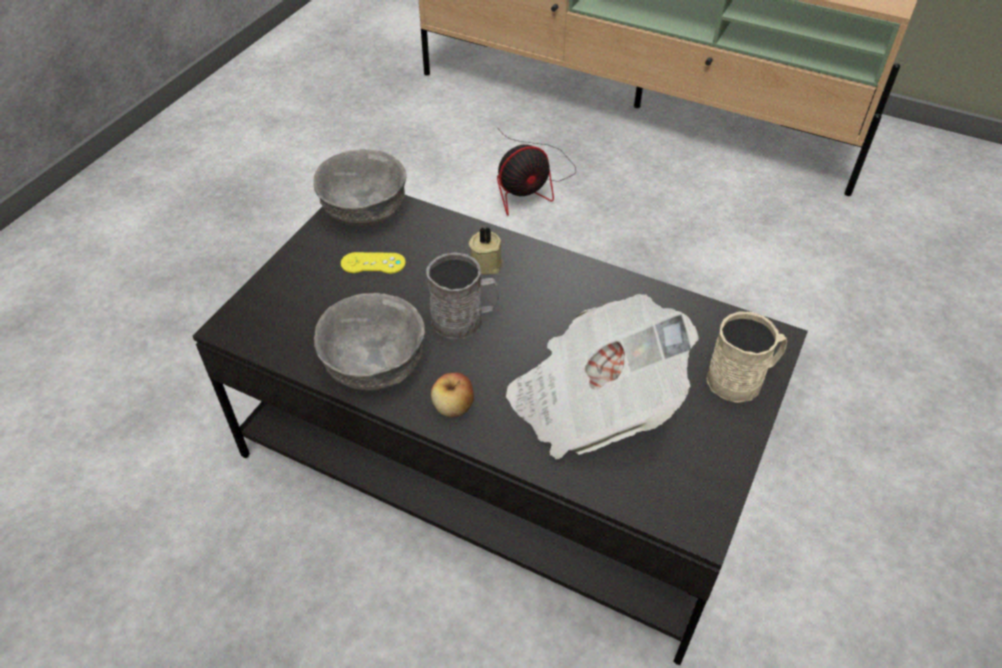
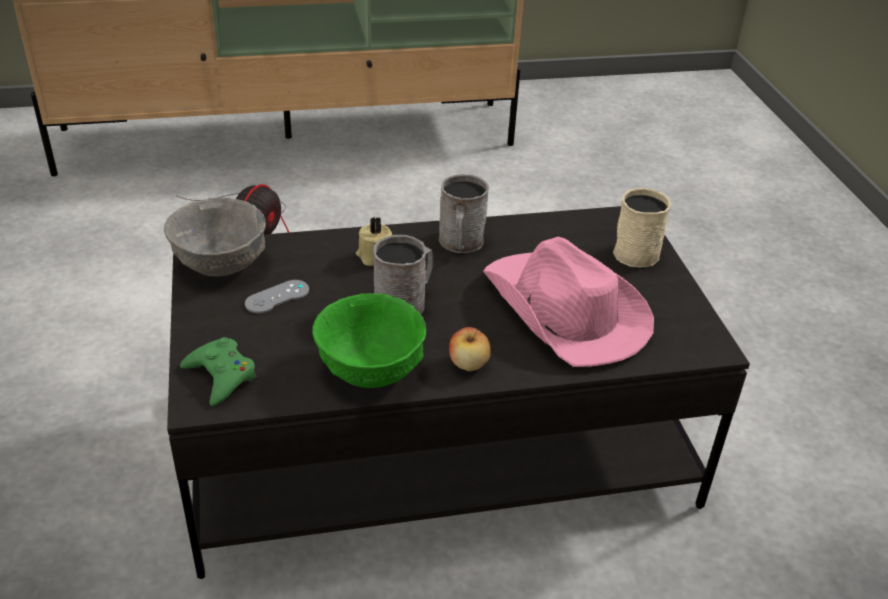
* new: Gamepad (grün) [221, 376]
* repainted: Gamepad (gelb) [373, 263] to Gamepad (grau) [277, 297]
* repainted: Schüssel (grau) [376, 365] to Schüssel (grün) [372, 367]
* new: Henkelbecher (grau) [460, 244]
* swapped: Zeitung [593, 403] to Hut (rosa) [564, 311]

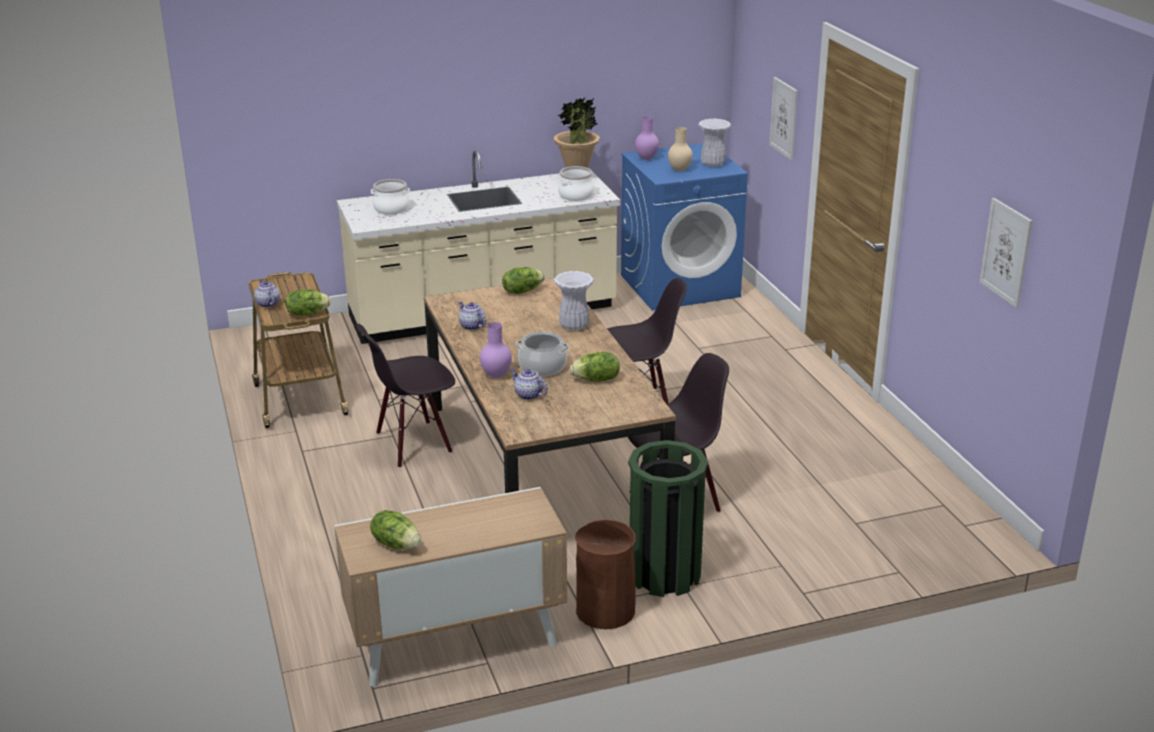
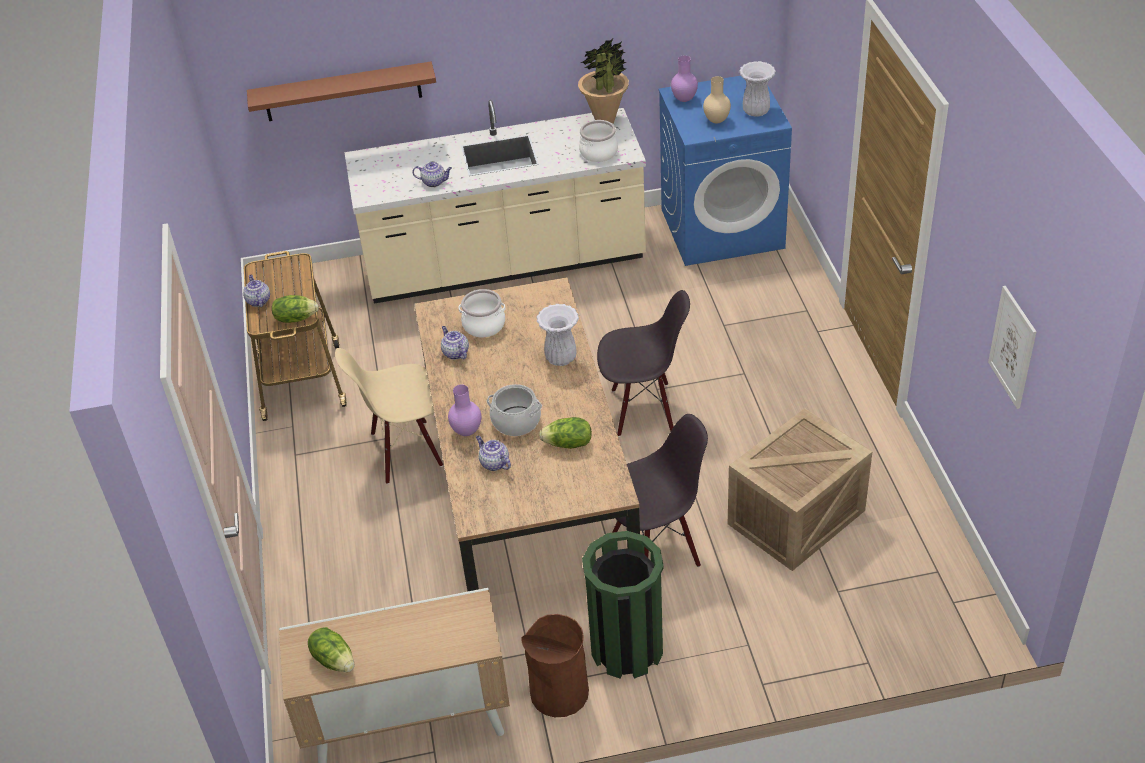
* new: Wandregal (braun) [342, 92]
* repainted: Stuhl (schwarz) [413, 444] to Stuhl (beige) [405, 451]
* new: Teekanne [434, 182]
* shifted: Kochtopf [391, 209] to [484, 325]
* new: Kiste [796, 519]
* gone: Salatkopf [522, 291]
* gone: Bild [784, 118]

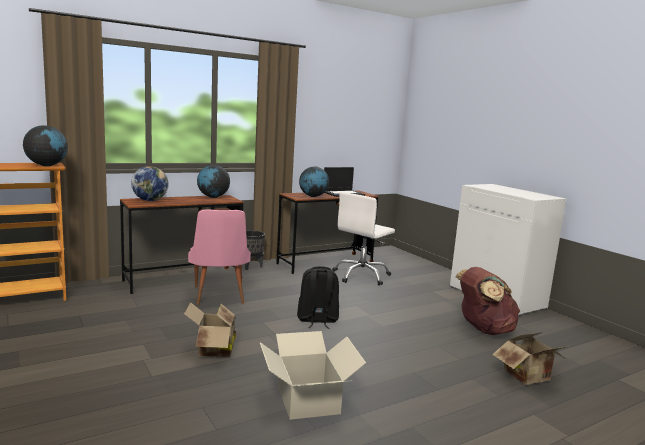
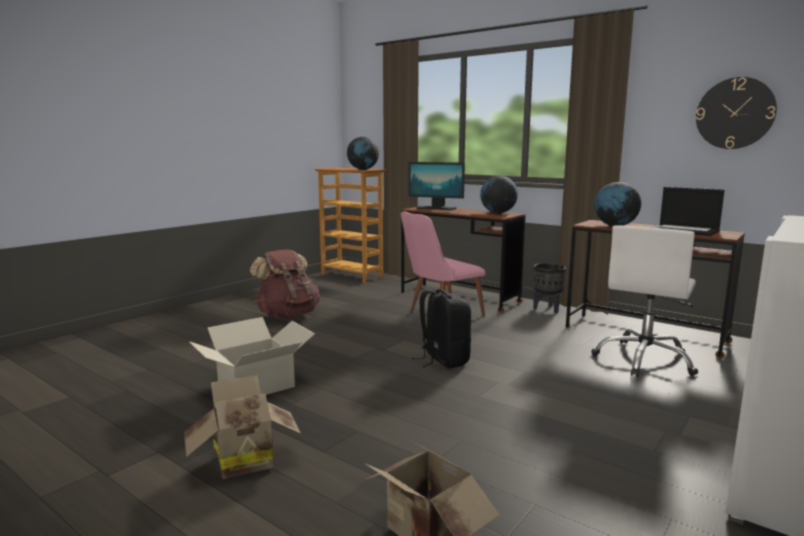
* shifted: Karton [213, 351] to [242, 460]
* shifted: Rucksack (braun) [483, 329] to [288, 315]
* swapped: Globus [150, 200] to Monitor [436, 208]
* rotated: Bürostuhl (weiß) [361, 276] = [644, 360] 75 degrees counterclockwise
* new: Wanduhr [735, 113]

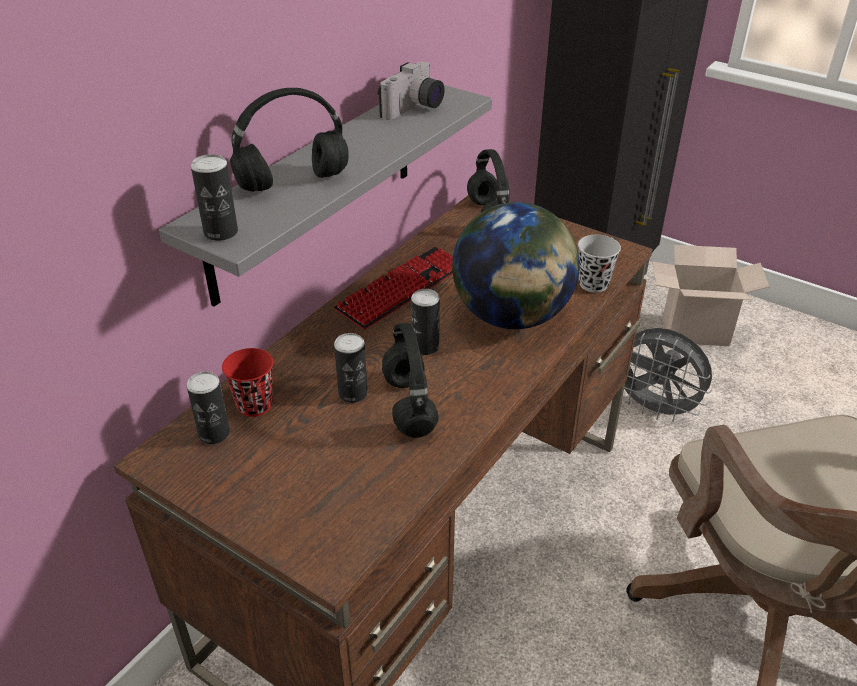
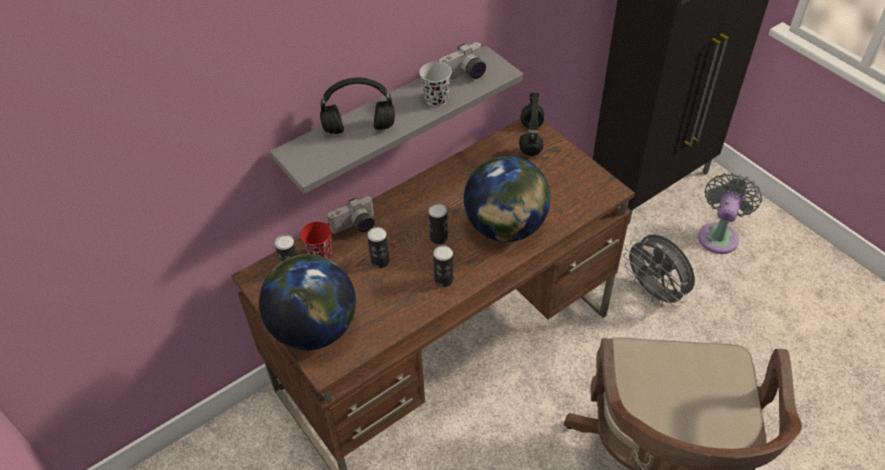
* new: Globus [314, 328]
* new: Kamera [355, 227]
* shifted: Tasse (schwarz) [593, 284] to [436, 99]
* shifted: Dose [221, 232] to [444, 279]
* swapped: Karton [693, 332] to Ventilator (grau) [719, 235]
* gone: Tastatur [401, 288]
* gone: Kopfhörer (schwarz) [408, 404]

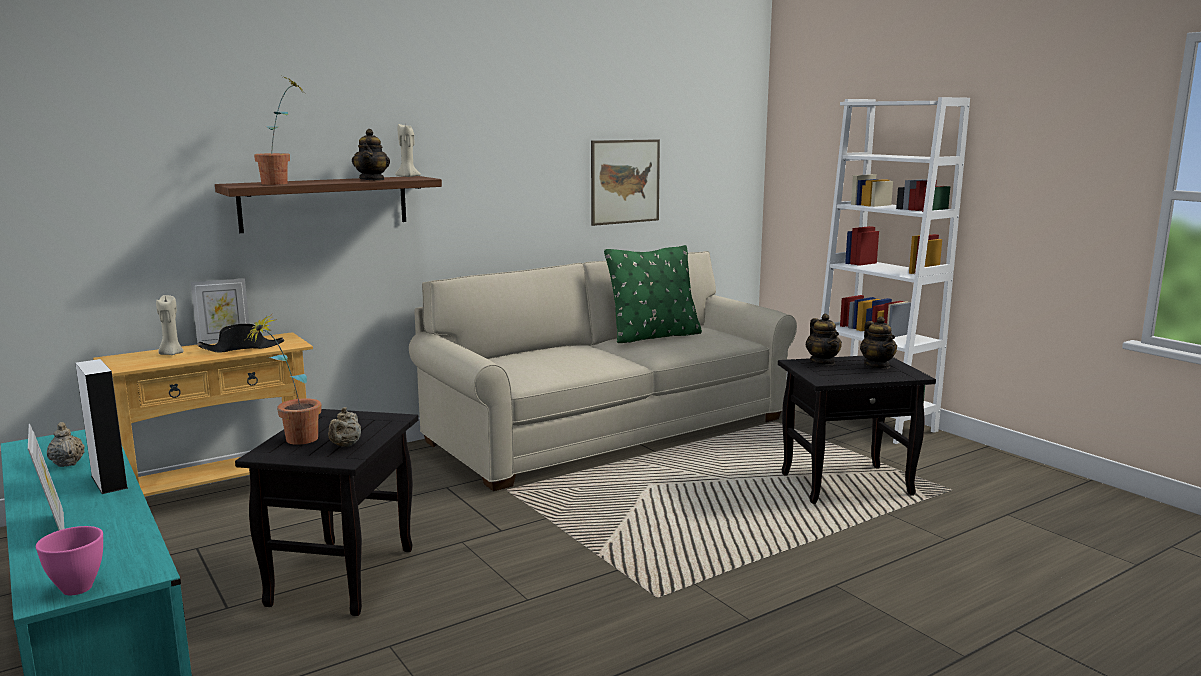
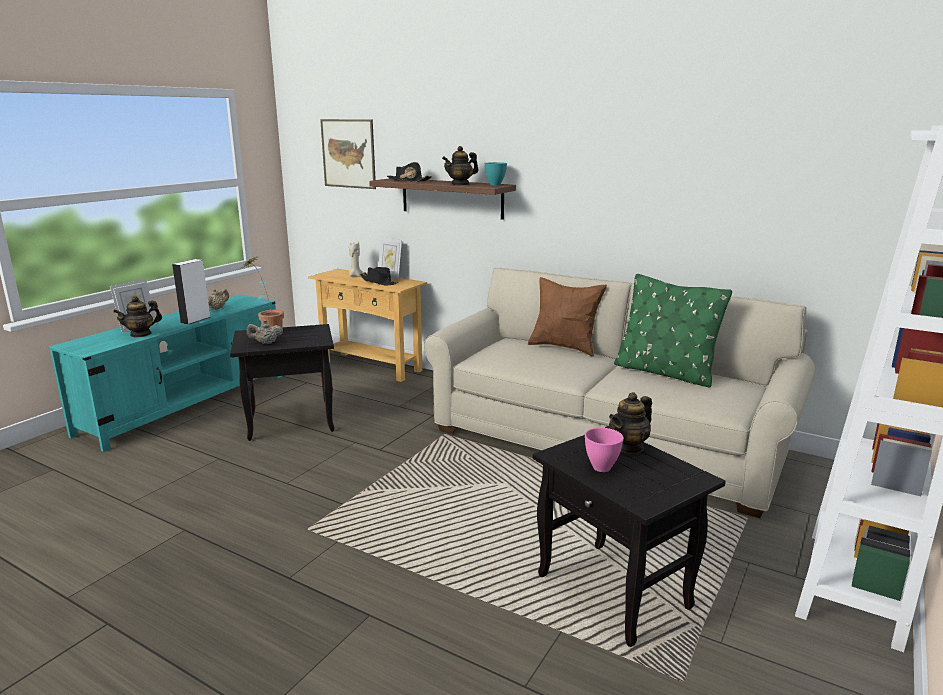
* shifted: Teekanne [877, 365] to [141, 334]
* shifted: Bild [625, 181] to [348, 153]
* swapped: Topfpflanze [283, 183] to Hut (schwarz) [408, 181]
* swapped: Kerze (beige) [408, 177] to Schüssel (türkis) [495, 184]
* new: Kissen (braun) [564, 347]
* shifted: Schüssel (rosa) [75, 589] to [600, 468]

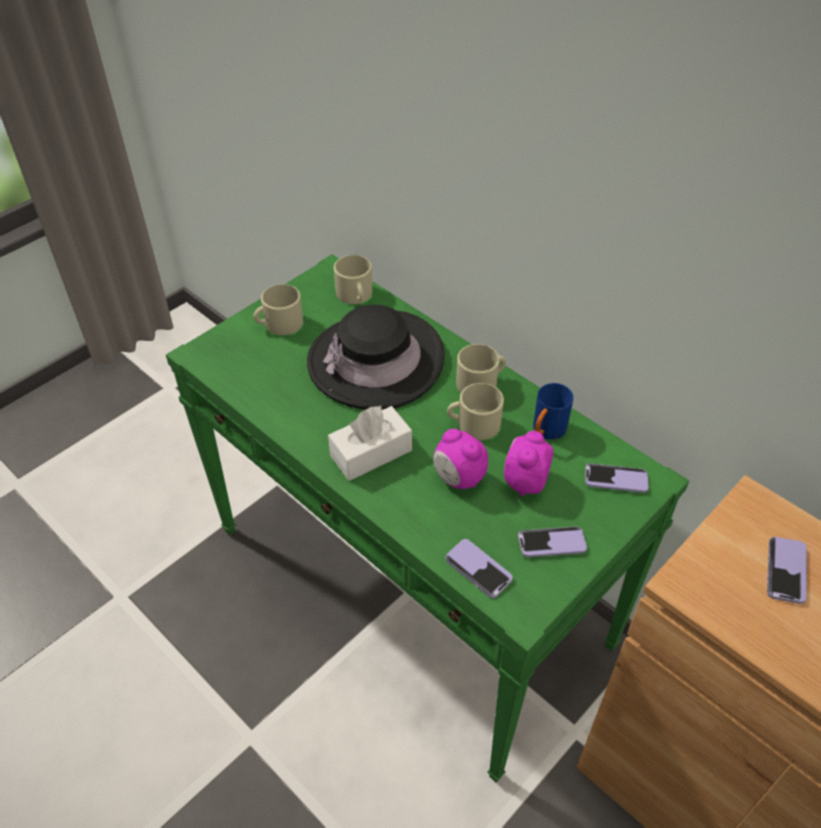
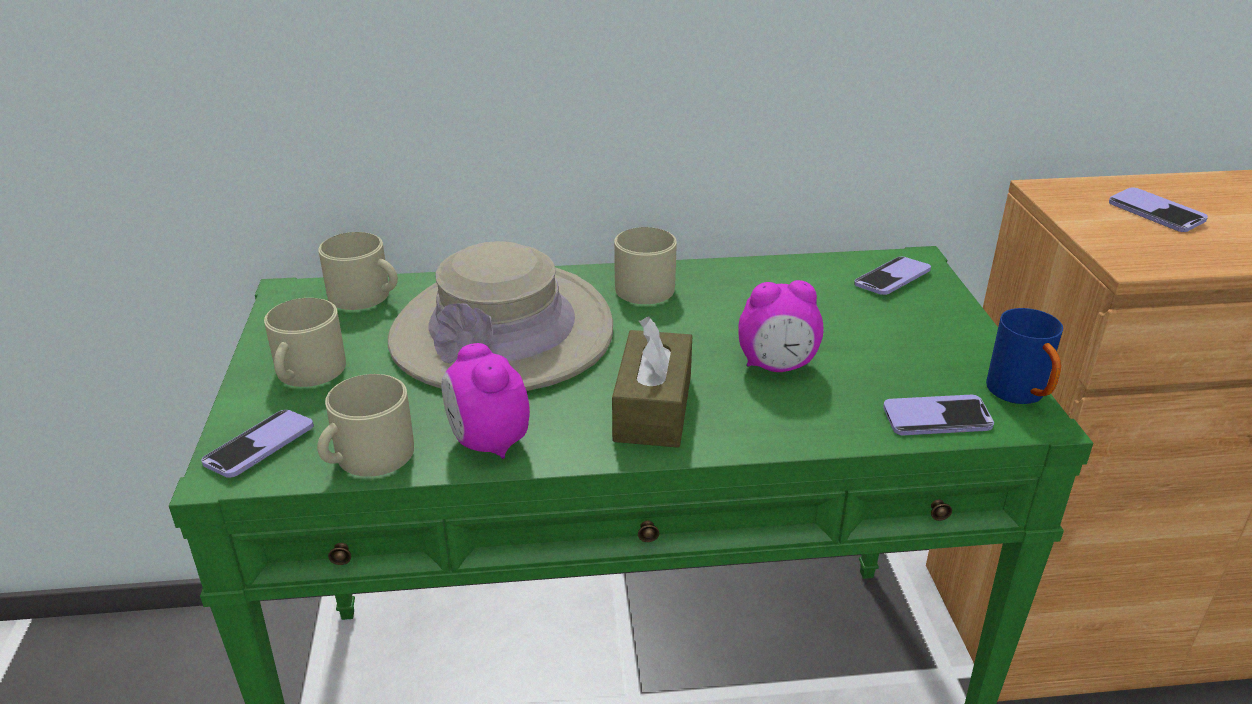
* shifted: Handy [551, 543] to [259, 446]
* shifted: Henkelbecher (beige) [473, 424] to [366, 457]
* repainted: Hut (schwarz) [376, 361] to Hut (beige) [502, 333]
* shifted: Wecker [524, 482] to [487, 442]
* repainted: Taschentuchbox (weiß) [371, 453] to Taschentuchbox (braun) [653, 408]
* shifted: Henkelbecher (blau) [546, 432] to [1021, 396]

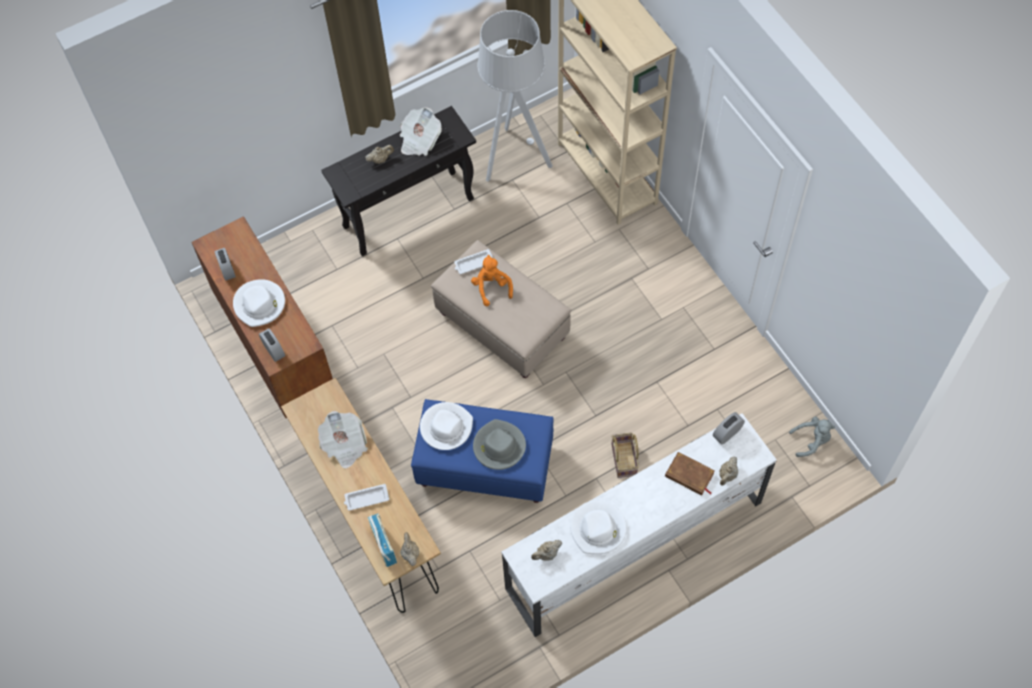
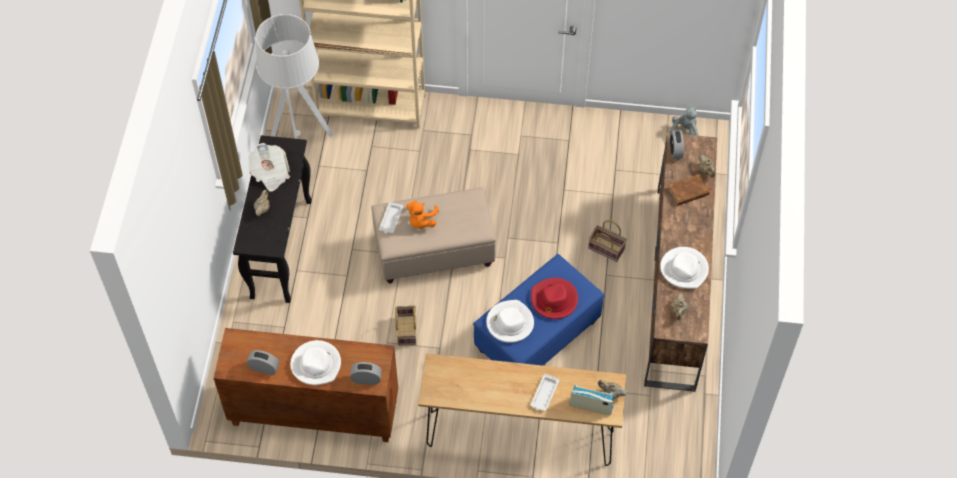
* new: Korb [406, 330]
* rotated: Plüschtier (orange) [491, 287] = [421, 221] 90 degrees counterclockwise
* repainted: Hut (grau) [499, 446] to Hut (rot) [554, 300]
* repainted: Fernsehschrank (weiß) [633, 545] to Fernsehschrank (braun) [675, 287]
* gone: Zeitung [344, 445]

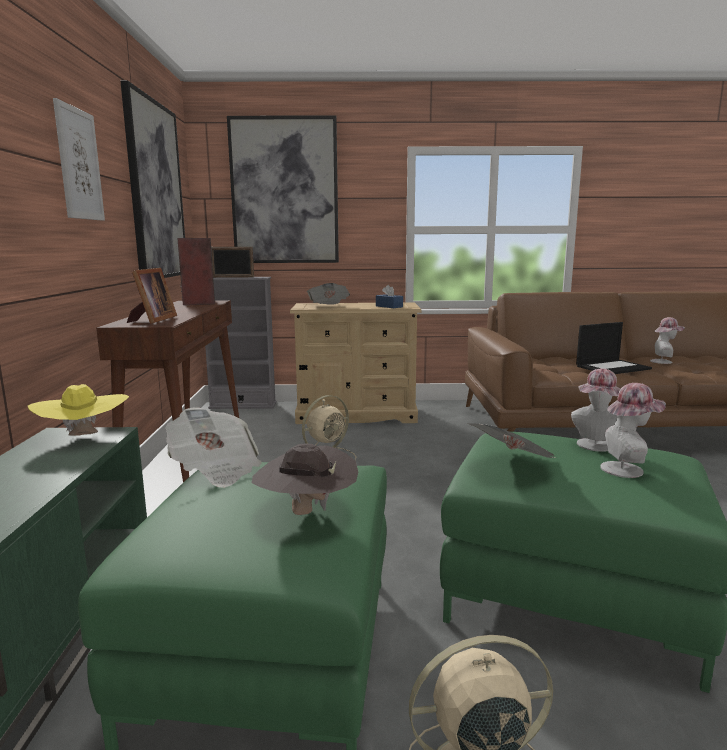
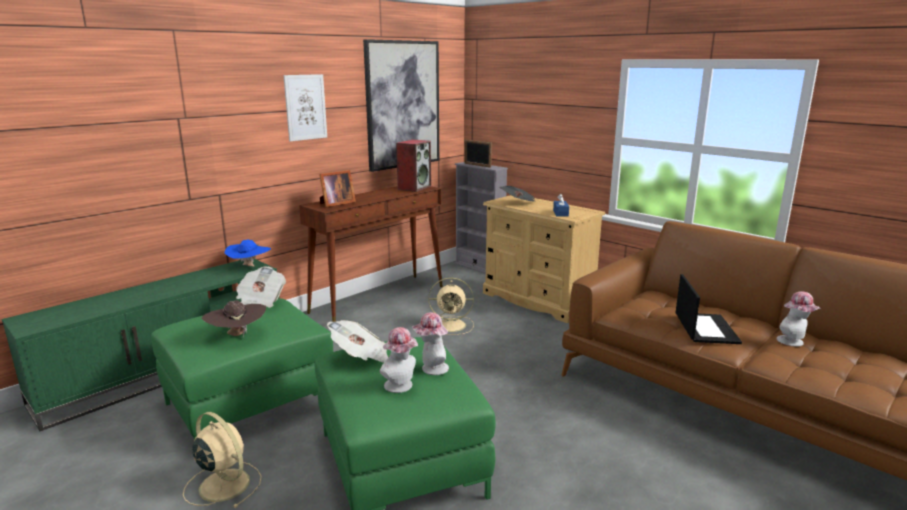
* repainted: Hut (gelb) [84, 437] to Hut (blau) [249, 267]
* rotated: Laptop [613, 367] = [705, 328] 105 degrees counterclockwise
* gone: Bild [284, 191]

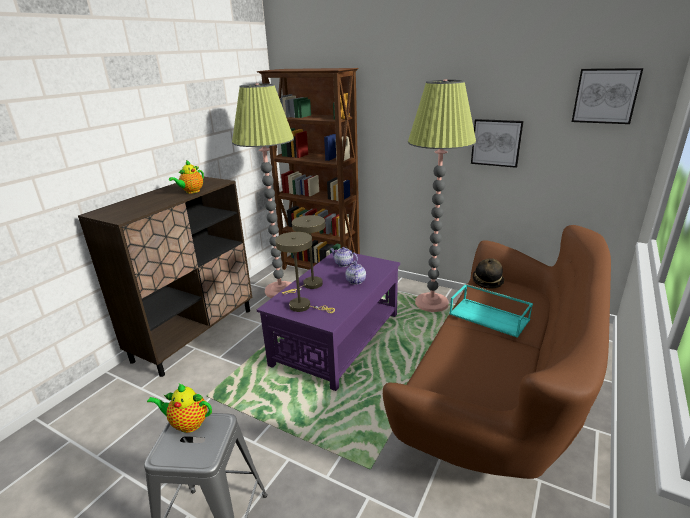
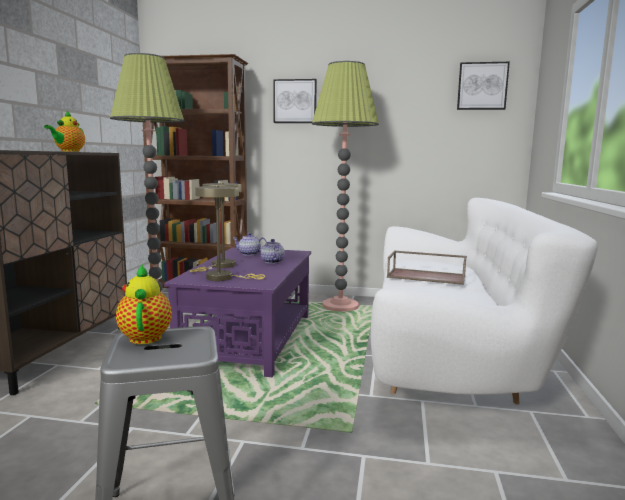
* rotated: Teekanne [187, 424] = [146, 336] 90 degrees clockwise
* shifted: Bild [496, 142] to [295, 101]
* repainted: Sofa (braun) [501, 392] to Sofa (weiß) [451, 357]
* repainted: Tablett (türkis) [490, 317] to Tablett (braun) [427, 276]
* gone: Hut [487, 281]

